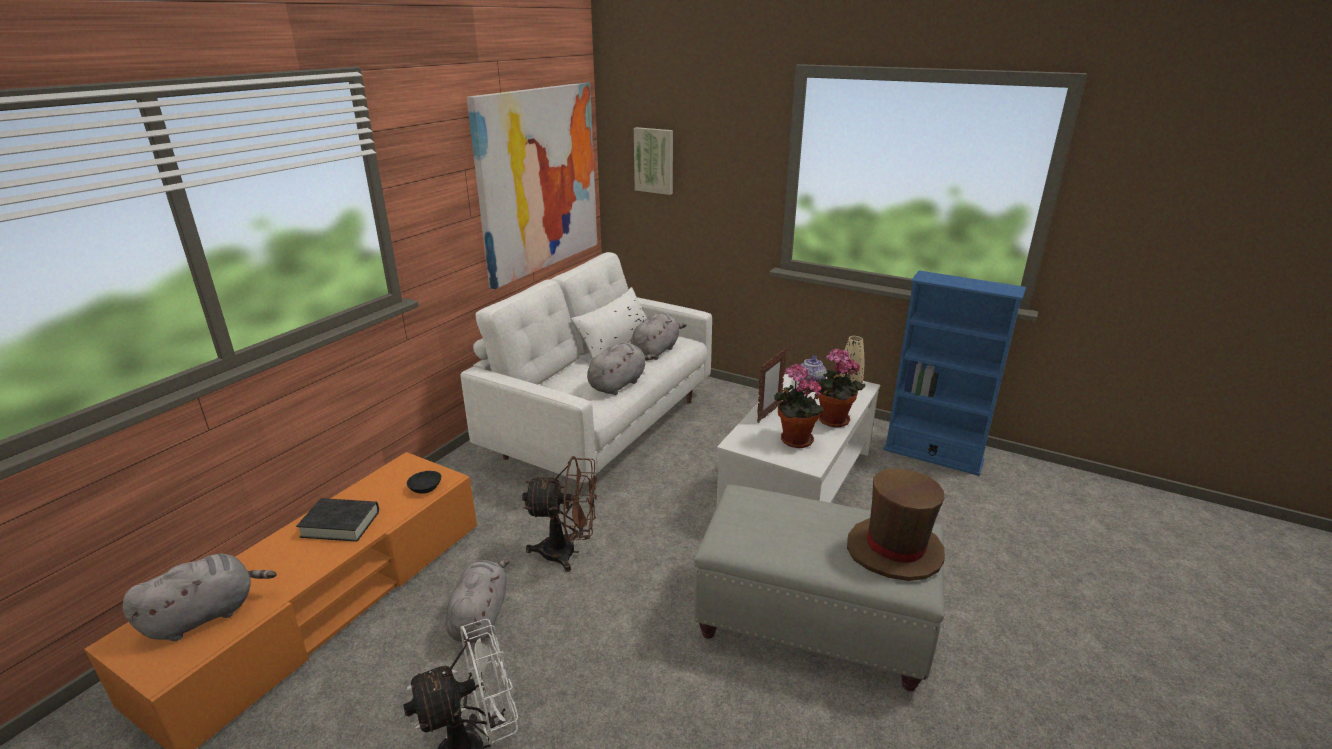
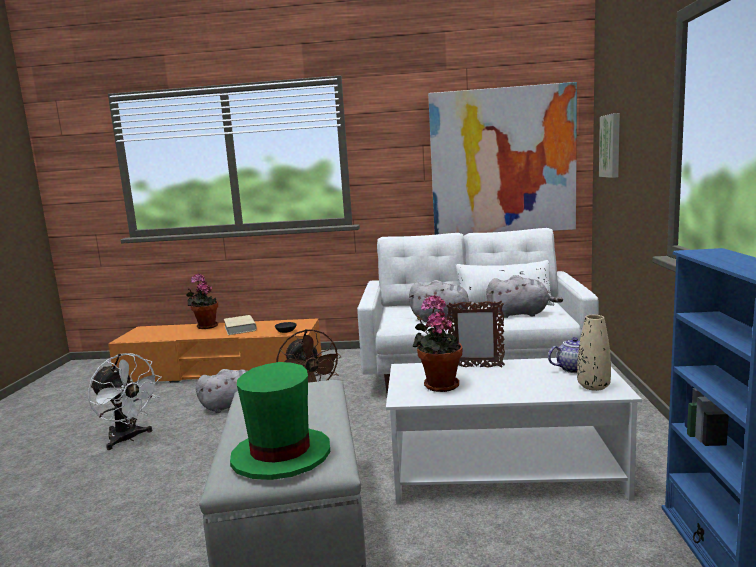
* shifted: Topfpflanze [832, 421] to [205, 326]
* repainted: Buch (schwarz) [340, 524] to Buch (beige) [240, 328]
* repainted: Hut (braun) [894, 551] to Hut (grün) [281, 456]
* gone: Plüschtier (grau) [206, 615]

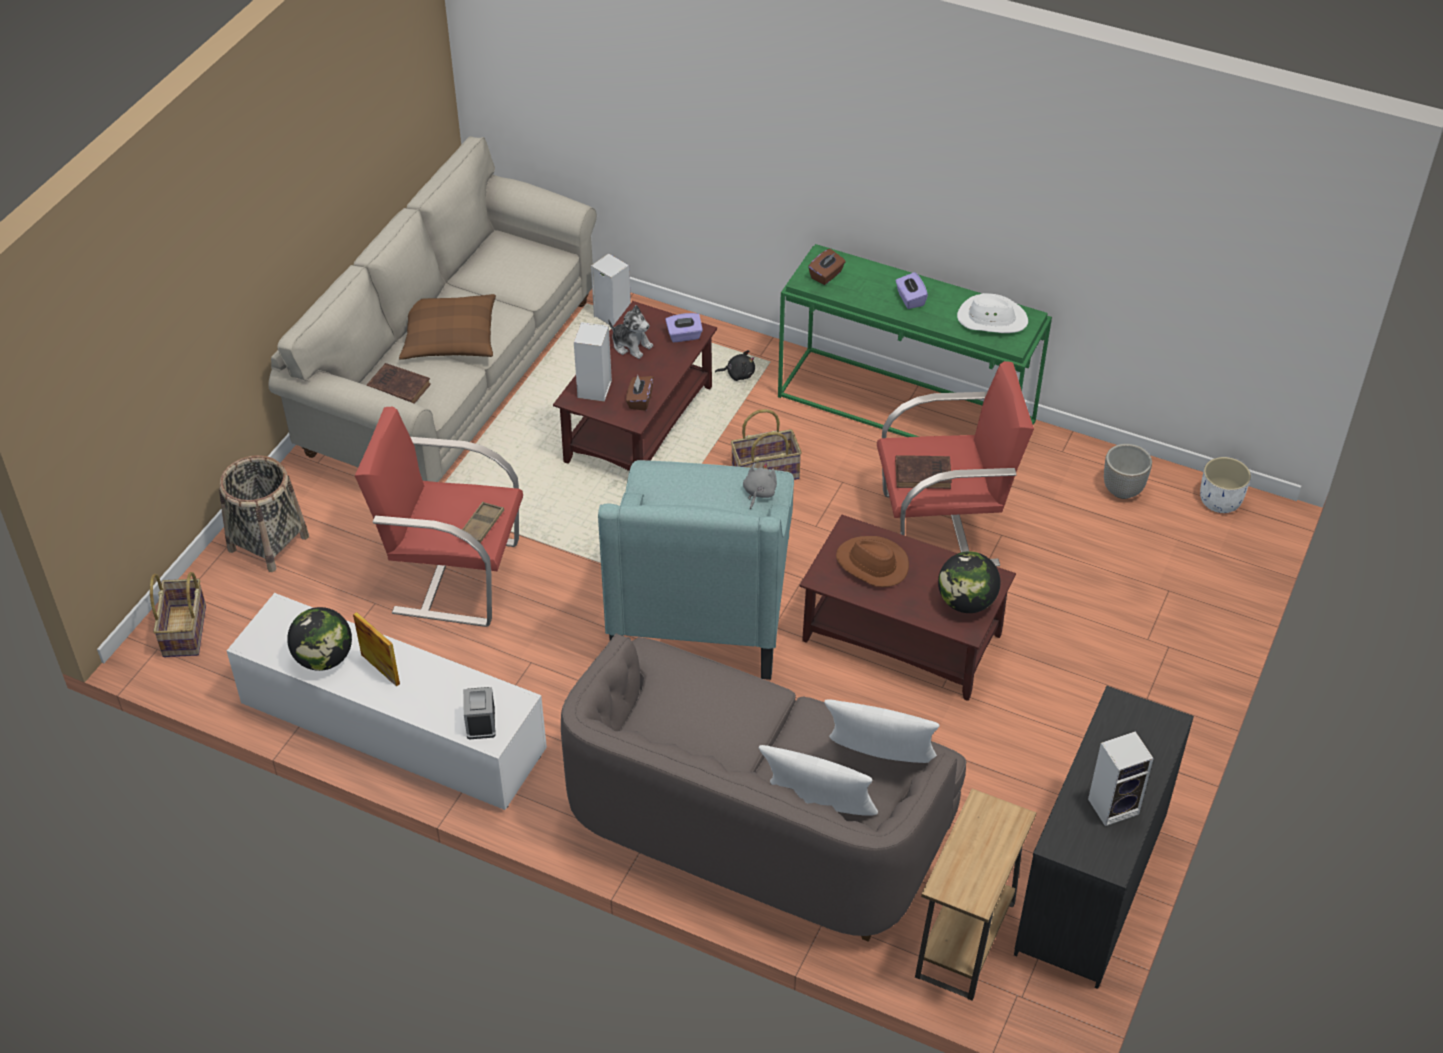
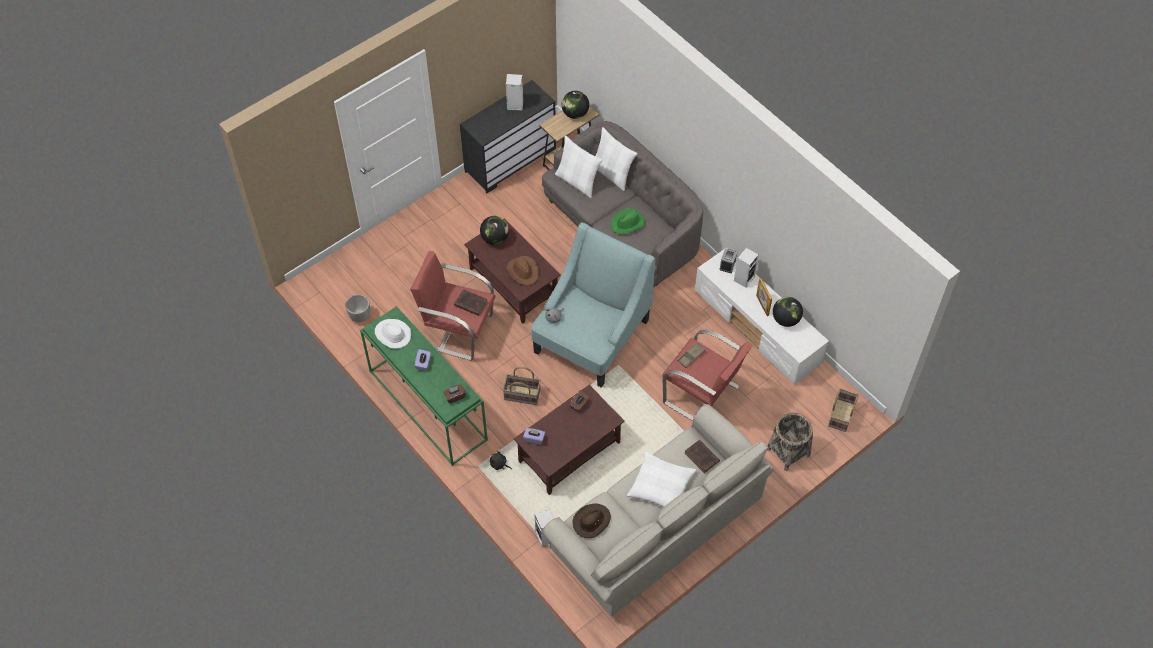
* new: Globus [575, 114]
* new: Hut (braun) [591, 521]
* new: Hut (grün) [627, 223]
* repainted: Kissen (braun) [449, 337] to Kissen (weiß) [661, 486]
* shifted: Lautsprecher [595, 390] to [744, 278]
* gone: Plüschtier [631, 345]
* gone: Pflanzkübel (weiß) [1220, 501]

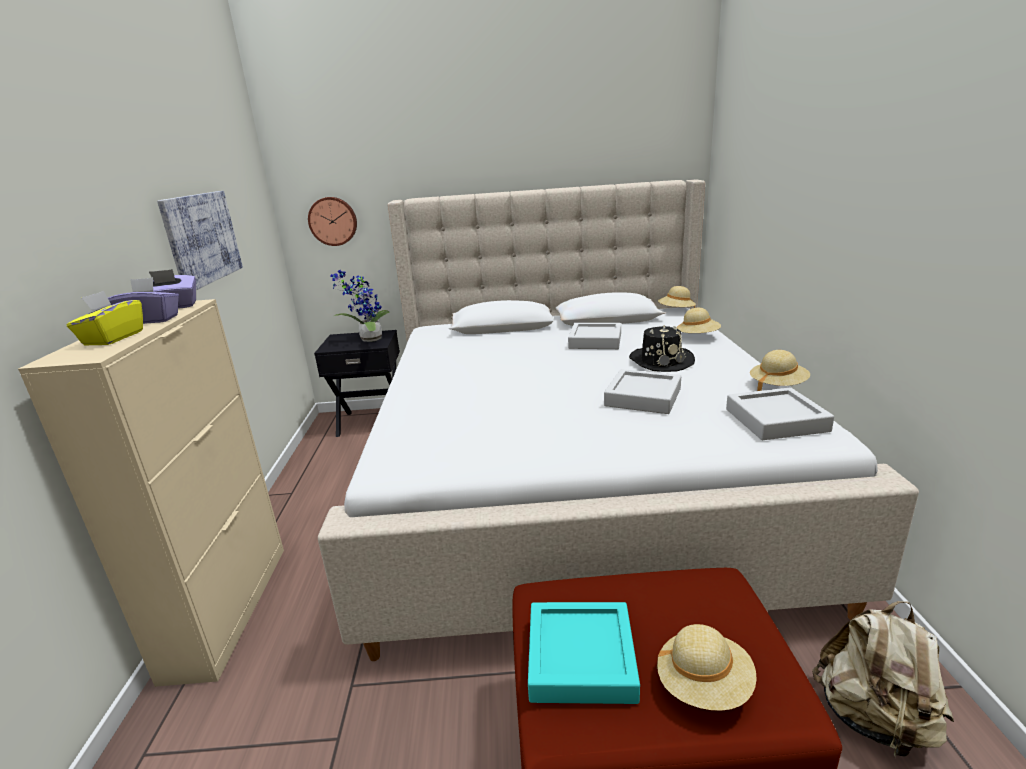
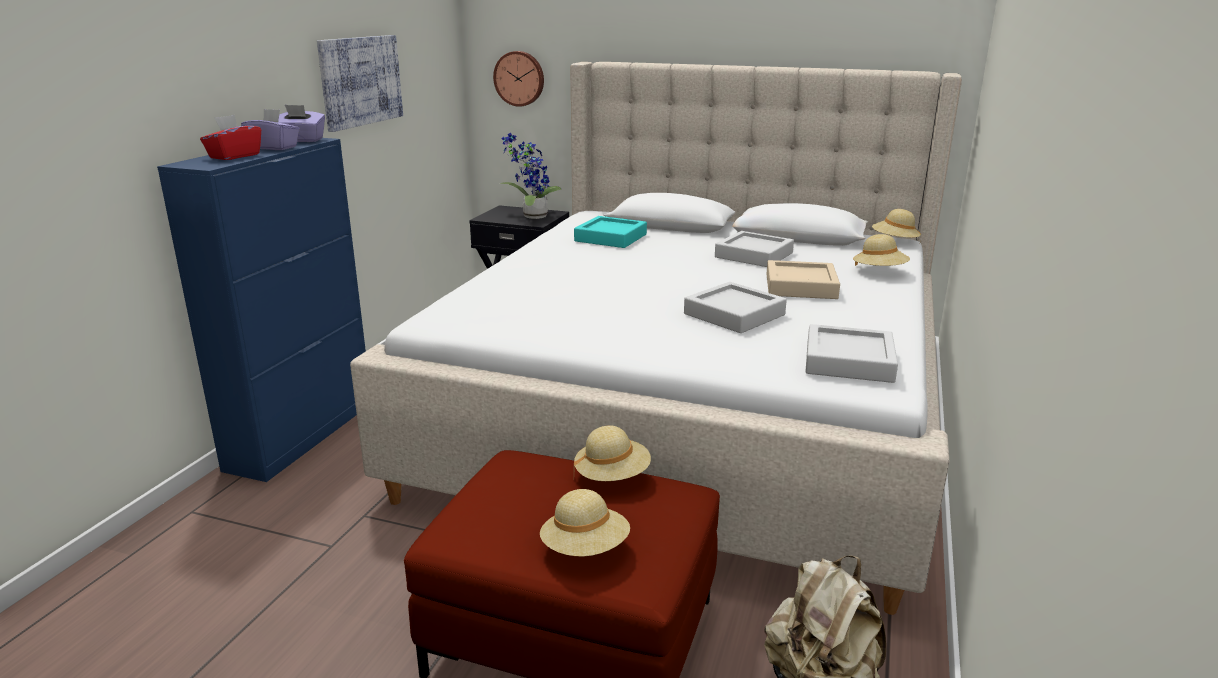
* repainted: Schrank (beige) [229, 608] to Schrank (blau) [303, 434]
* repainted: Taschentuchbox (gelb) [113, 338] to Taschentuchbox (rot) [234, 156]
* shifted: Tablett (türkis) [581, 658] to [610, 238]
* shifted: Hut (beige) [777, 386] to [612, 476]
* swapped: Hut (schwarz) [661, 361] to Tablett (beige) [800, 286]

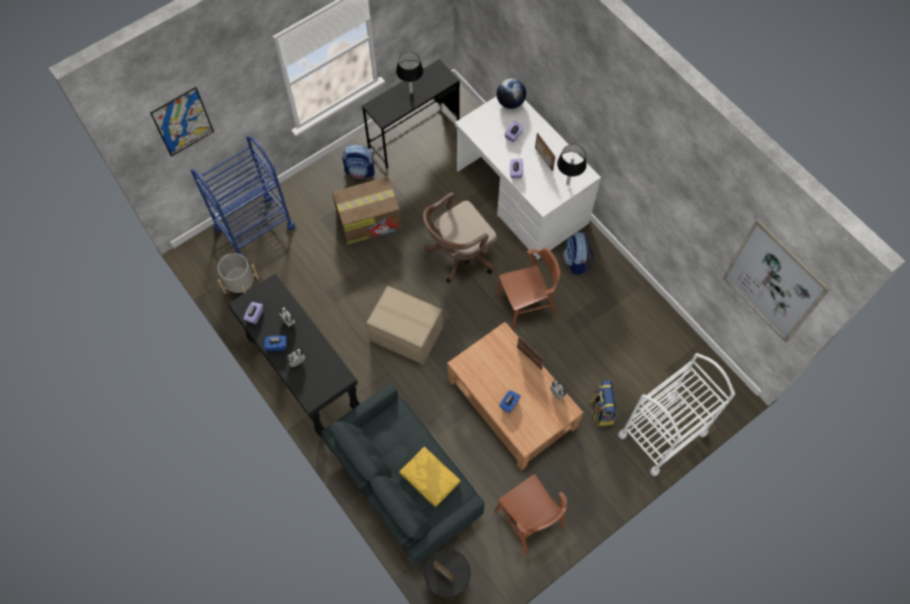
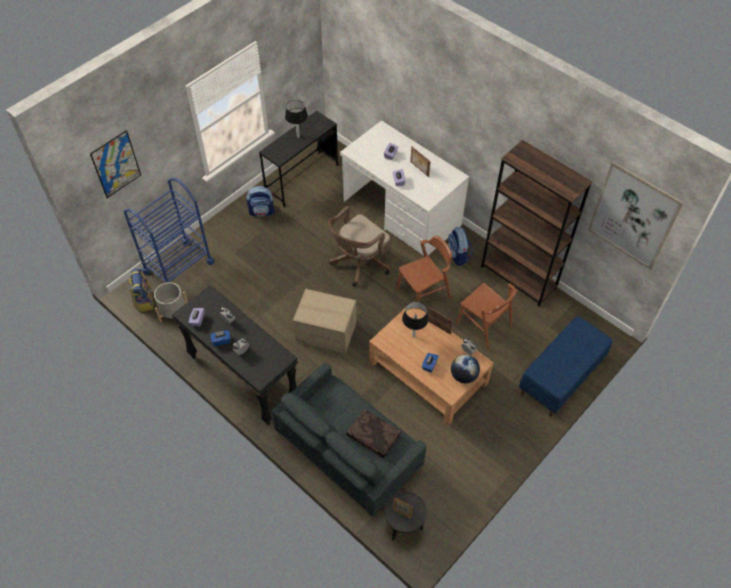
* shifted: Rucksack [601, 410] to [144, 300]
* repainted: Kissen (gelb) [429, 478] to Kissen (braun) [372, 436]
* shifted: Tischlampe (schwarz) [567, 183] to [413, 336]
* shifted: Globus [510, 102] to [463, 376]
* shifted: Stuhl (braun) [529, 519] to [483, 327]
* new: Bücherregal (braun) [518, 277]
* swapped: Rollwagen (weiß) [662, 434] to Bank (blau) [560, 377]
* gone: Karton [369, 220]

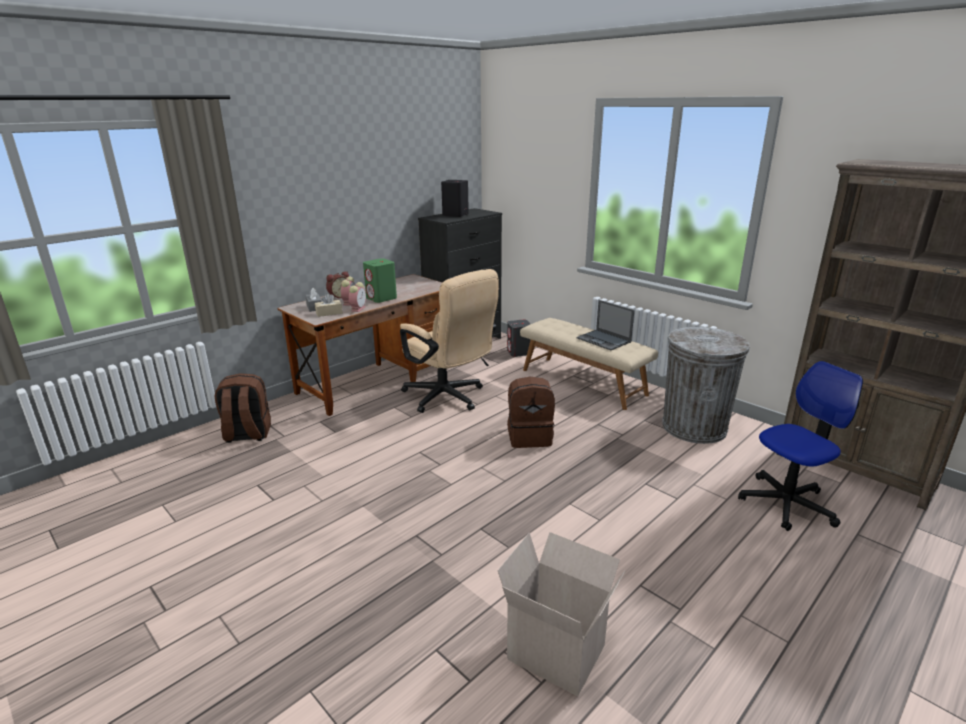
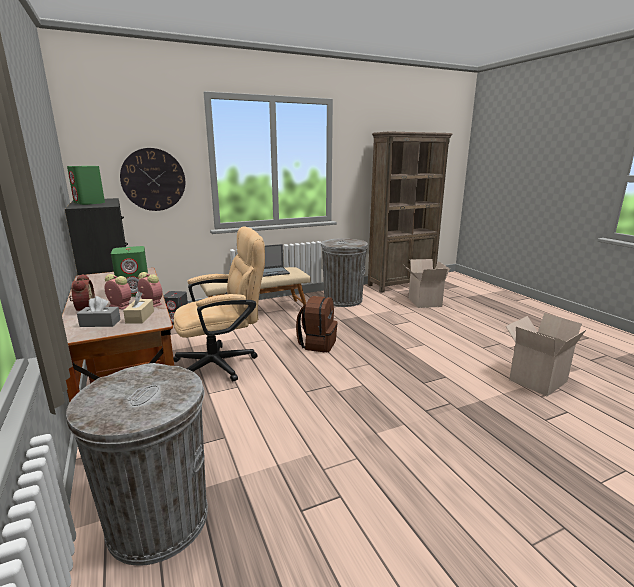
* swapped: Rucksack (braun) [247, 434] to Mülleimer (grau) [158, 520]
* repainted: Lautsprecher (schwarz) [455, 215] to Lautsprecher (grün) [89, 203]
* new: Wanduhr [153, 179]
* swapped: Bürostuhl [786, 504] to Karton [423, 302]

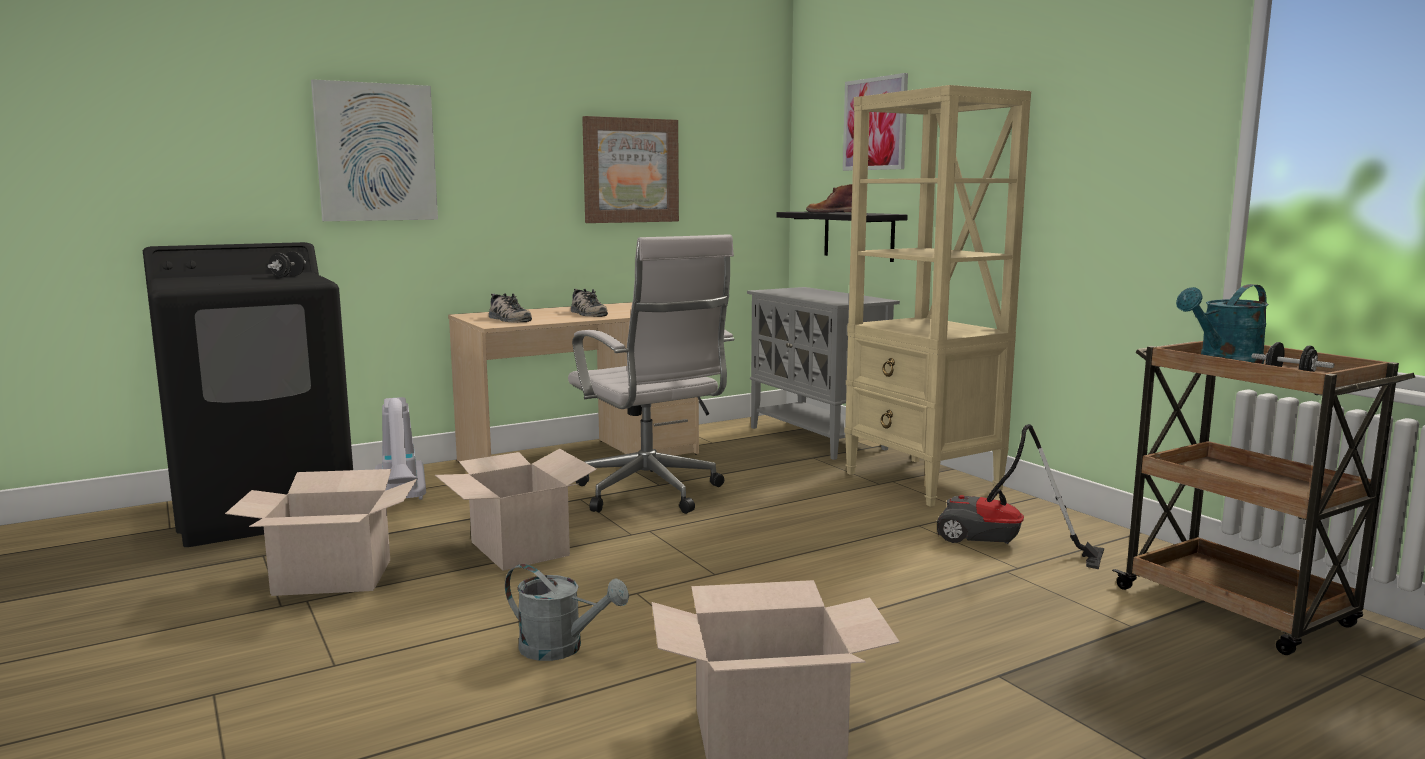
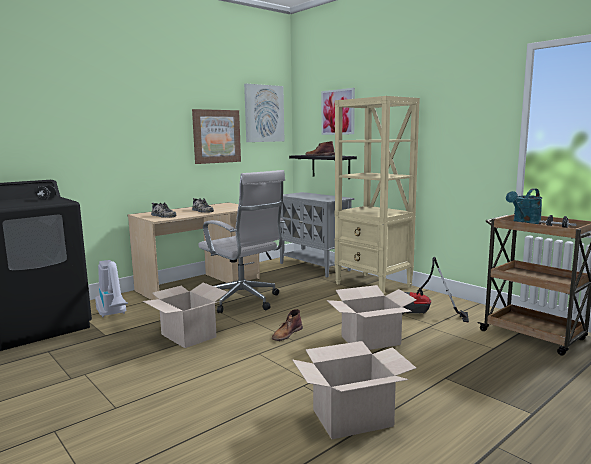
* shifted: Bild [376, 152] to [264, 113]
* new: Stiefel (braun) [286, 334]
* shifted: Karton [333, 577] to [370, 340]
* gone: Gießkanne (grau) [561, 648]

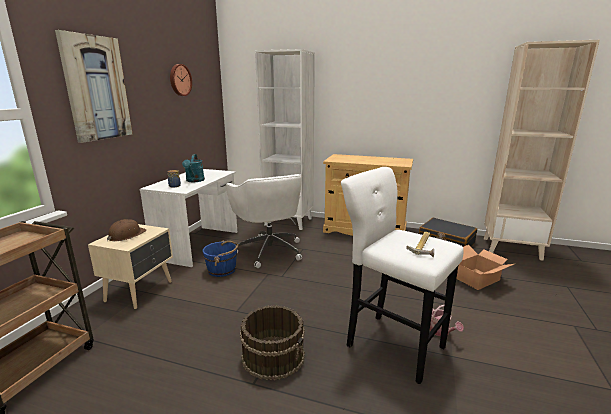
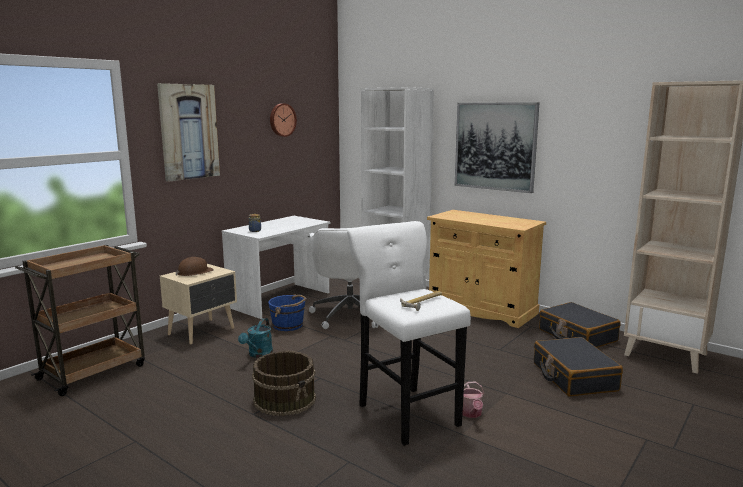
* shifted: Gießkanne (türkis) [194, 181] to [258, 355]
* new: Bild [495, 146]
* swapped: Karton [477, 279] to Koffer (schwarz) [573, 377]

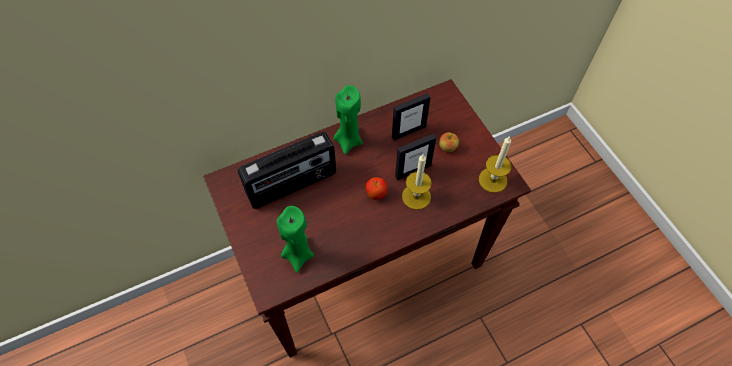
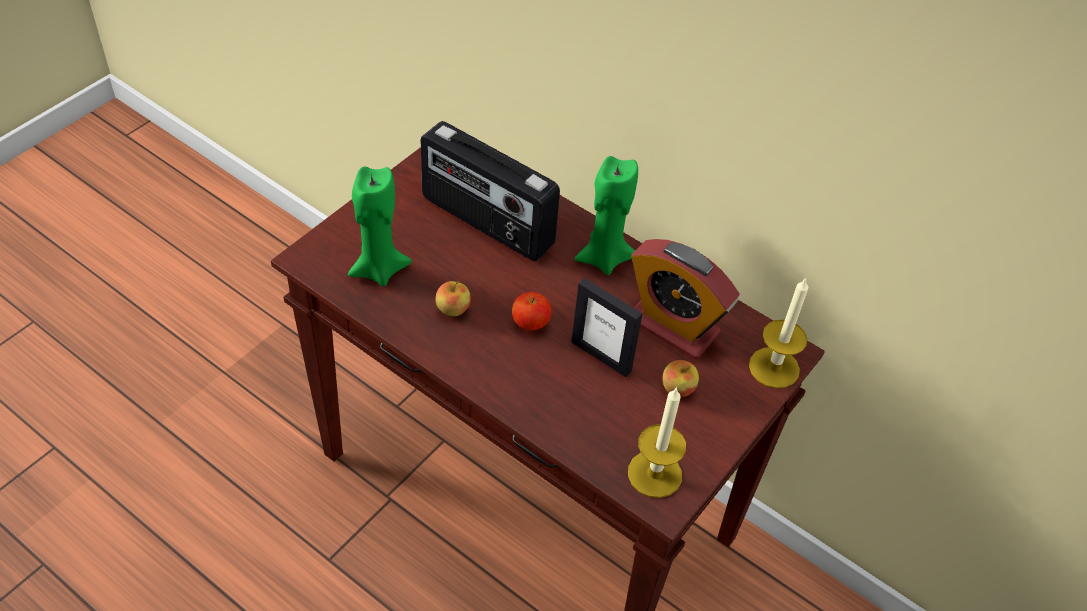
* new: Apfel [453, 309]
* swapped: Bilderrahmen [408, 131] to Wecker [673, 326]
* shifted: Kerze [416, 196] to [774, 367]

